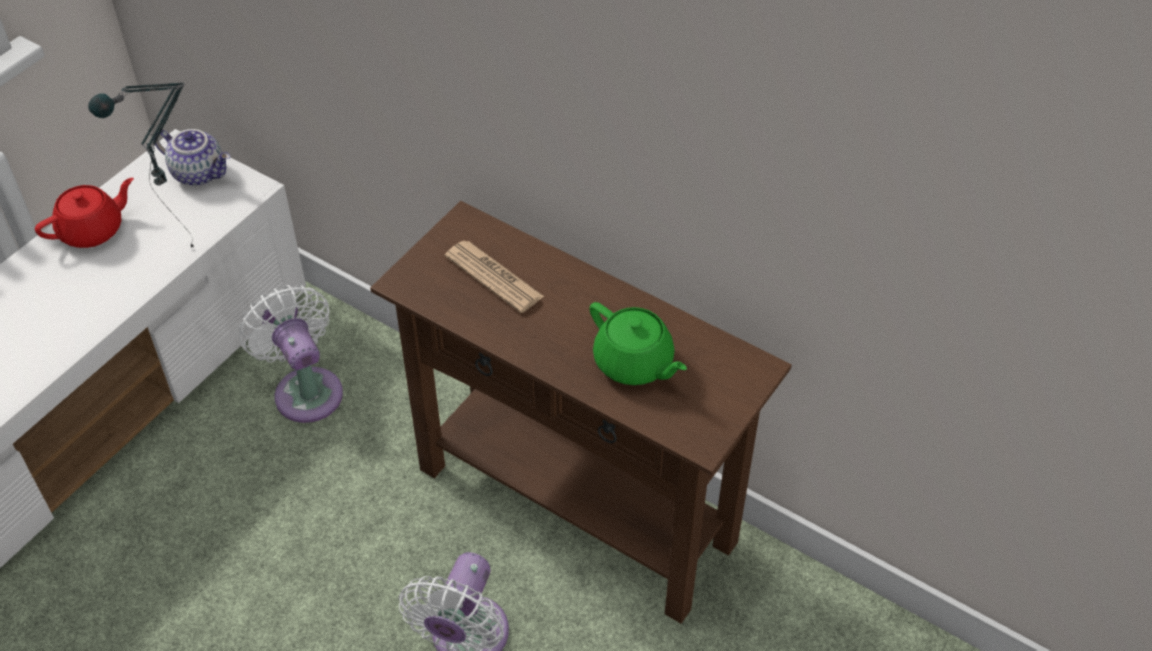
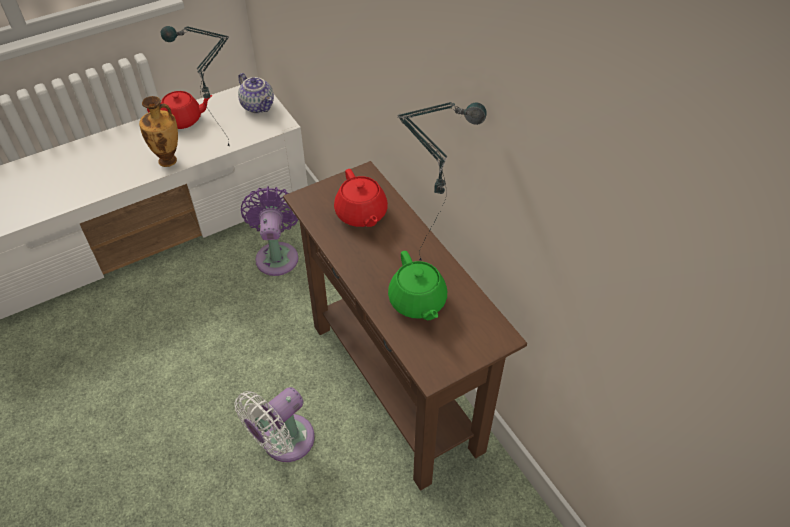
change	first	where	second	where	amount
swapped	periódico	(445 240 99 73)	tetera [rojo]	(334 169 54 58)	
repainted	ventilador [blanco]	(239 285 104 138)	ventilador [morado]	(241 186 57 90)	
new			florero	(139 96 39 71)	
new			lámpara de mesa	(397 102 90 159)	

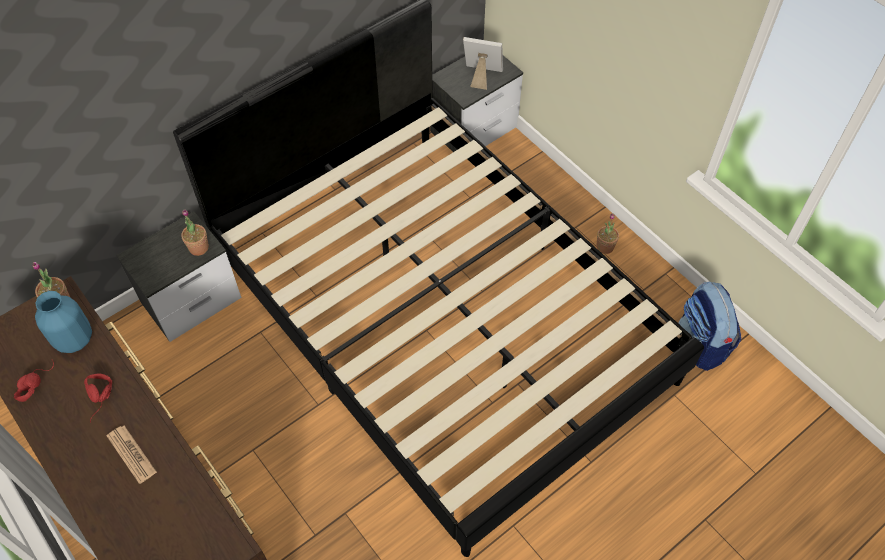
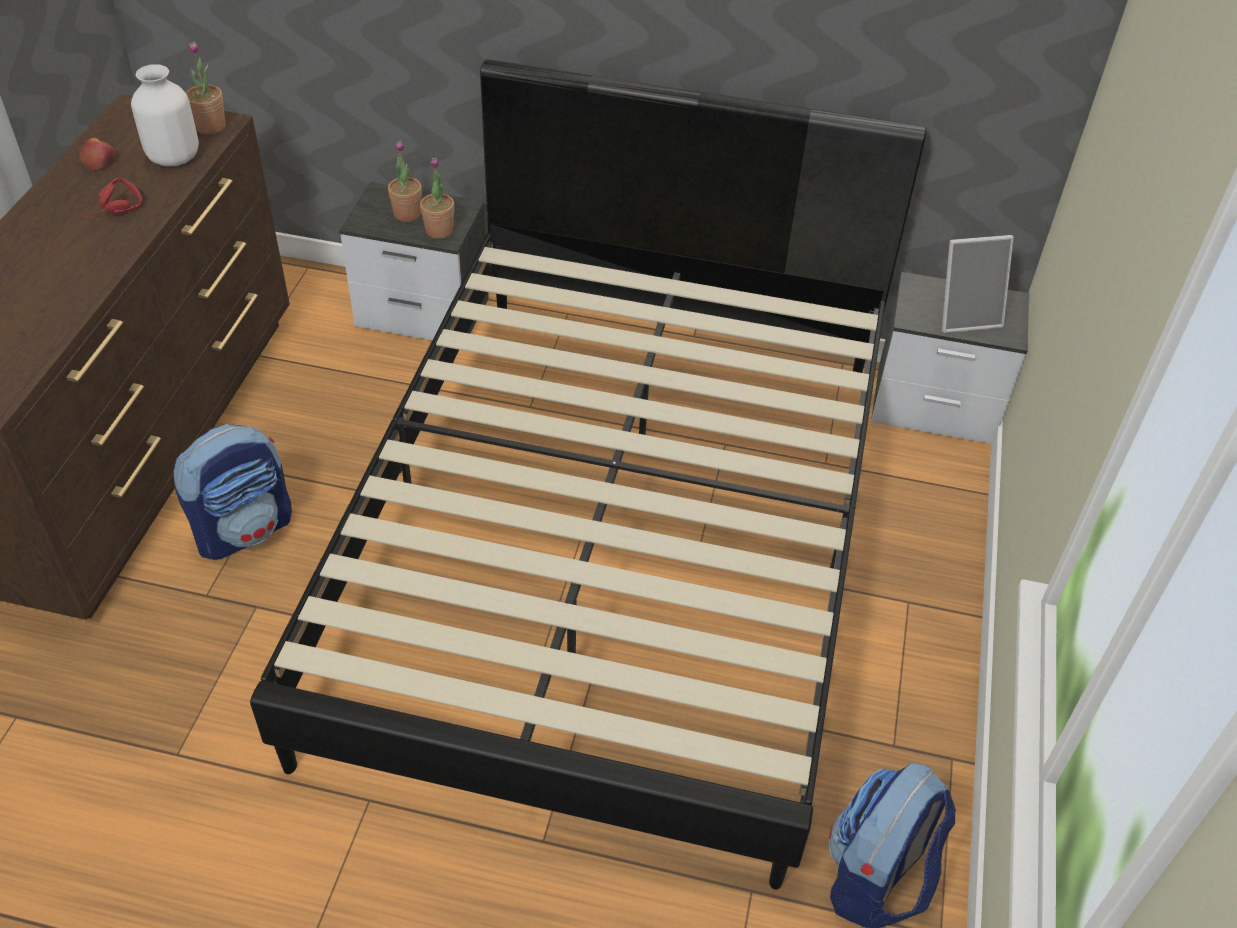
change	first	where	second	where	amount
rotated	portarretratos	(463 37 40 53)		(942 235 72 98)	105 degrees clockwise
shifted	planta en maceta	(596 213 23 41)		(388 141 34 81)	
repainted	florero [azul]	(35 291 57 62)	florero [blanco]	(131 64 68 102)	
swapped	auriculares [rojo]	(14 360 40 42)	manzana	(79 138 37 33)	
gone	periódico	(107 426 50 58)			
new			mochila	(173 424 119 136)	

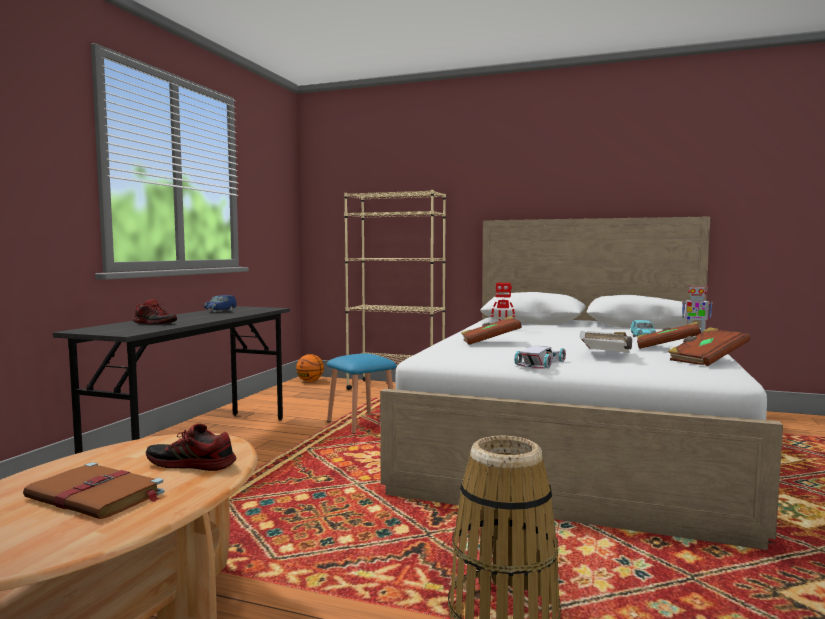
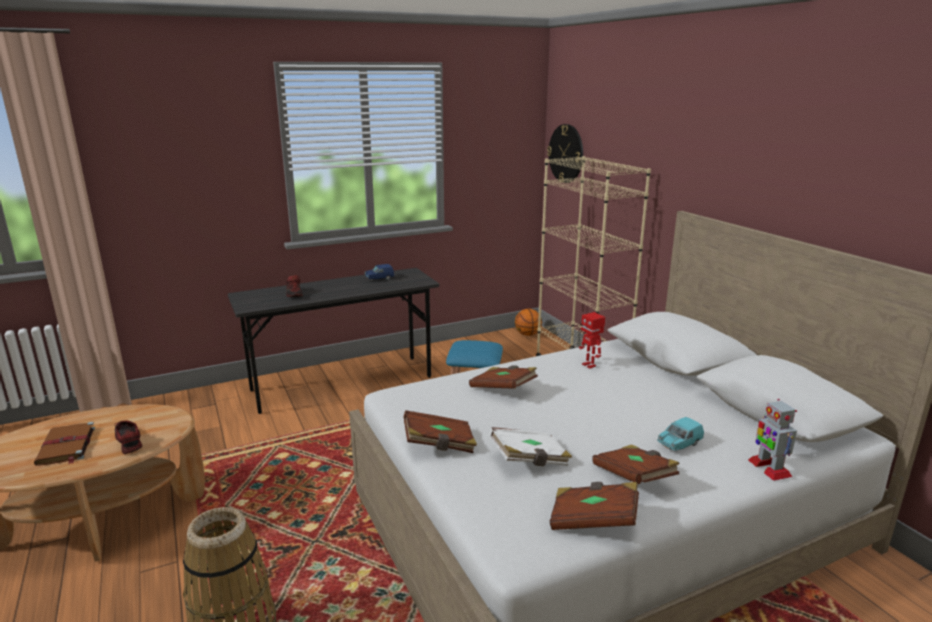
change	first	where	second	where	amount
swapped	coche de juguete [blanco]	(514 346 52 23)	libro [marrón]	(403 410 74 43)	
new			reloj de pared	(547 124 36 59)	

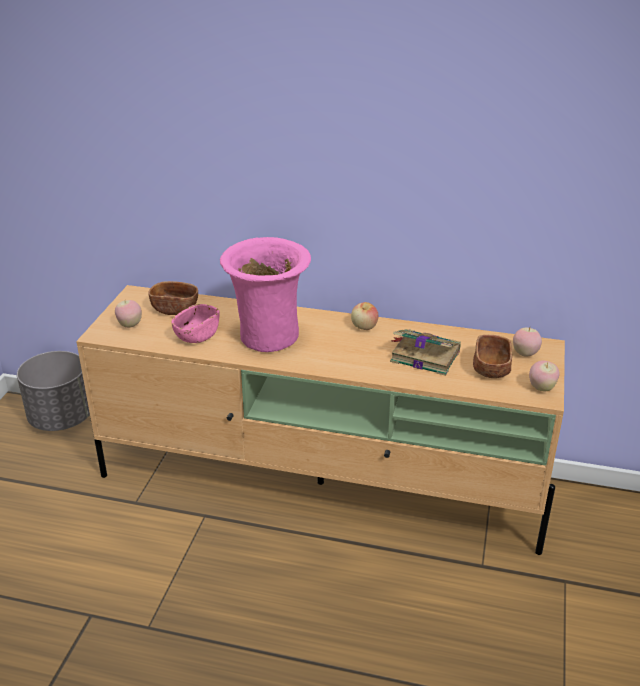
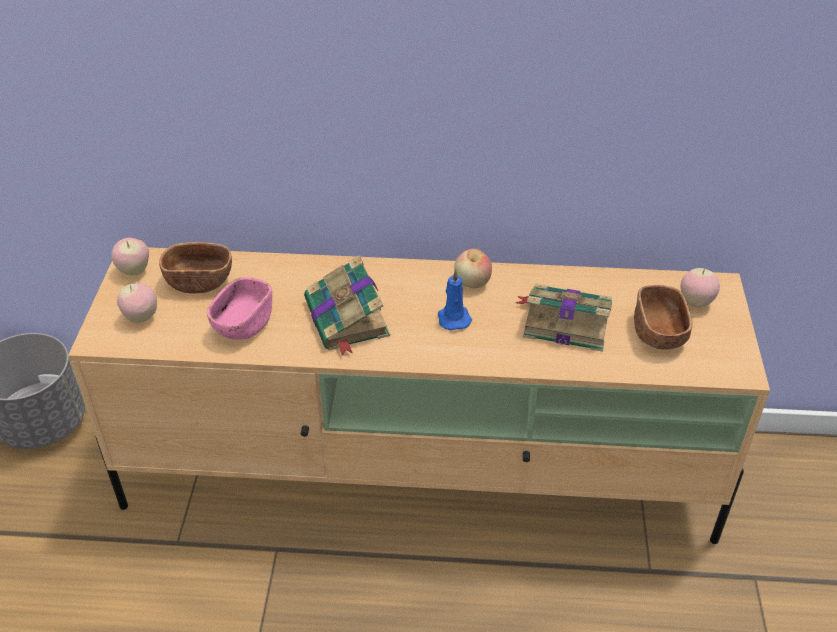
change	first	where	second	where	amount
swapped	florero [rosa]	(220 237 91 115)	libro	(304 255 86 101)	
shifted	manzana	(529 360 31 31)		(111 238 38 37)	
new			vela [azul]	(438 269 34 61)	

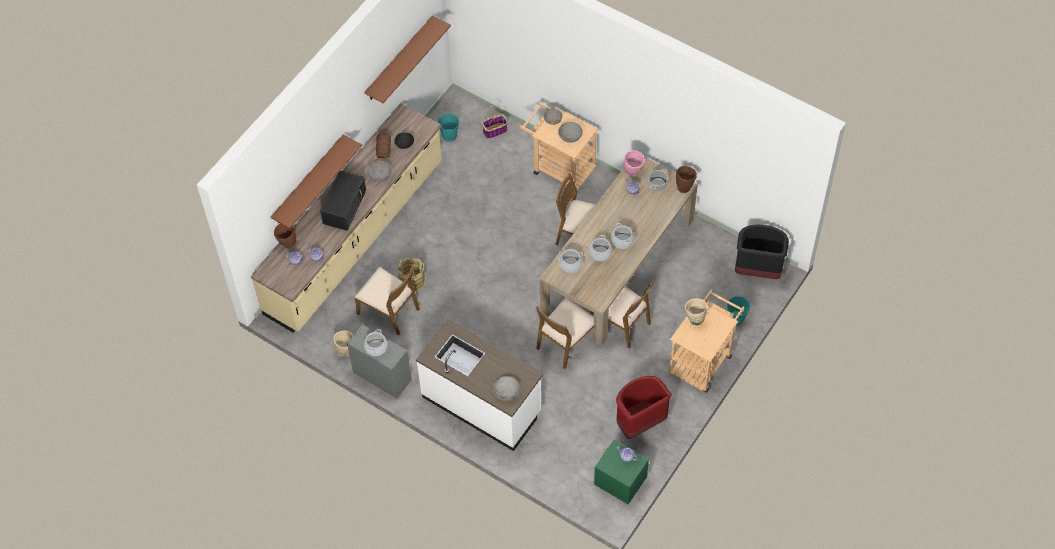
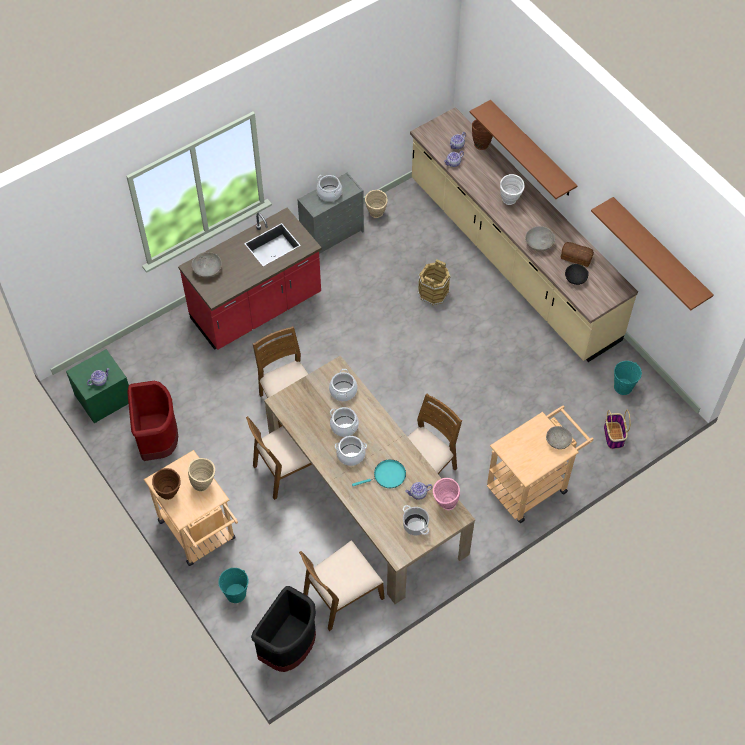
change	first	where	second	where	amount
gone	cuenco [gris]	(558 122 25 21)			
shifted	florero [marrón]	(676 166 21 27)		(152 468 29 32)	
swapped	microondas [negro]	(320 170 46 61)	florero [blanco]	(500 174 25 31)	
shifted	silla [marrón]	(355 266 65 70)		(299 540 86 91)	
repainted	mueble bajo de cocina [blanco]	(416 319 127 132)	mueble bajo de cocina [rojo]	(178 208 144 142)	
new			sartén [turquesa]	(352 459 54 29)	

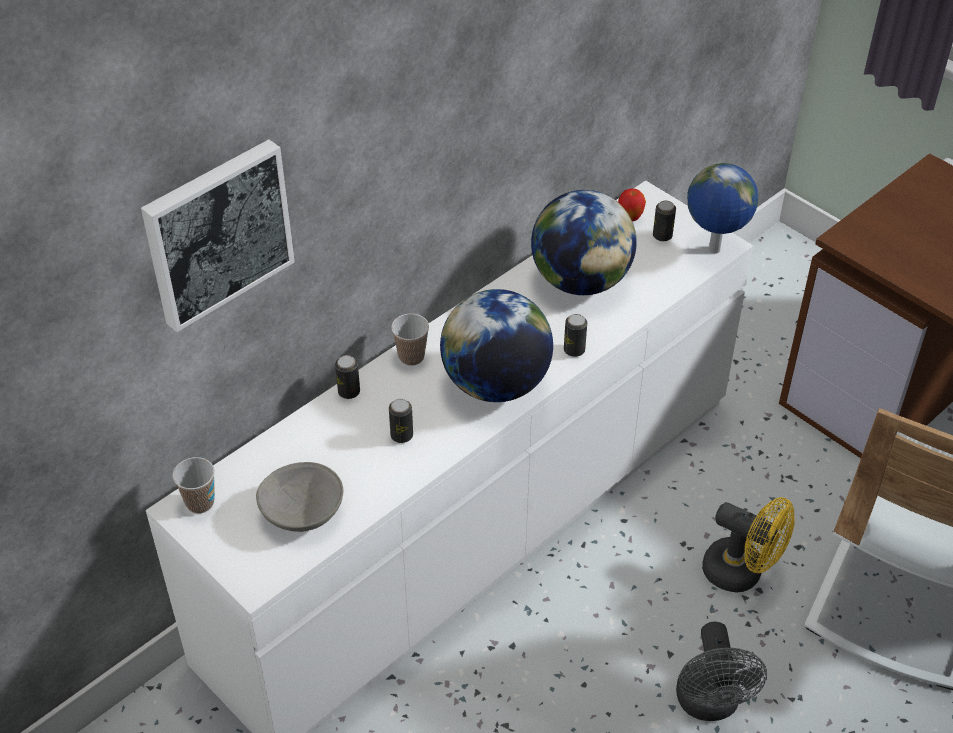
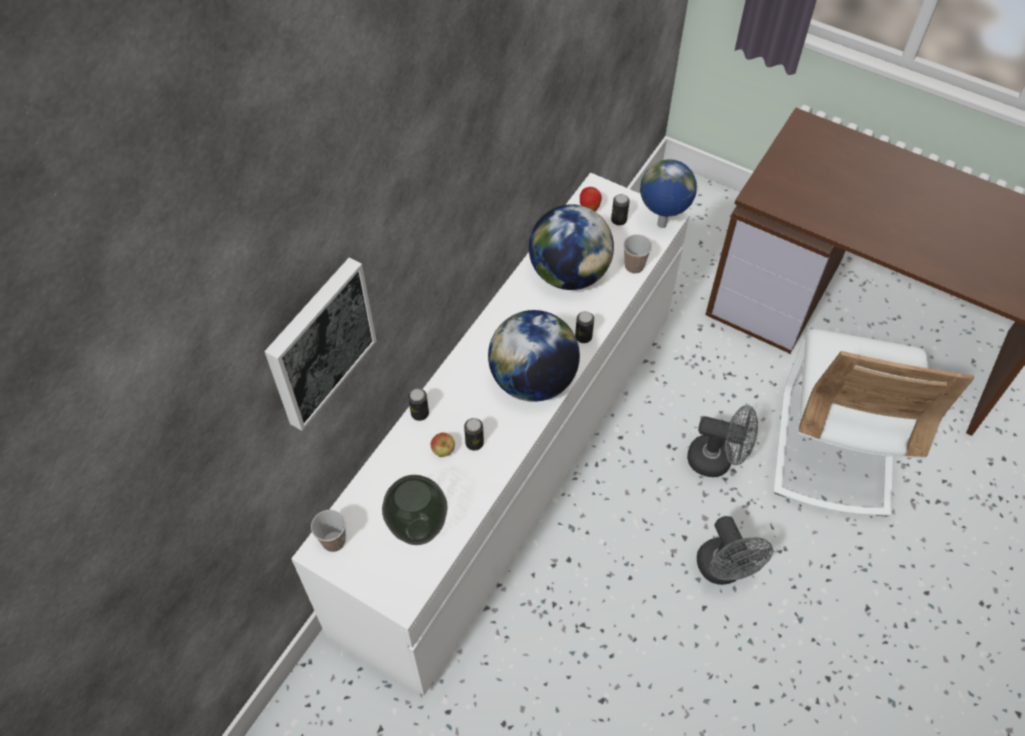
change	first	where	second	where	amount
shifted	taza	(391 314 38 52)		(623 234 29 40)	
swapped	cuenco [gris]	(256 462 87 70)	florero	(382 475 66 70)	
repainted	ventilador [amarillo]	(702 497 93 96)	ventilador [gris]	(687 405 71 72)	
new			manzana	(431 433 24 24)	

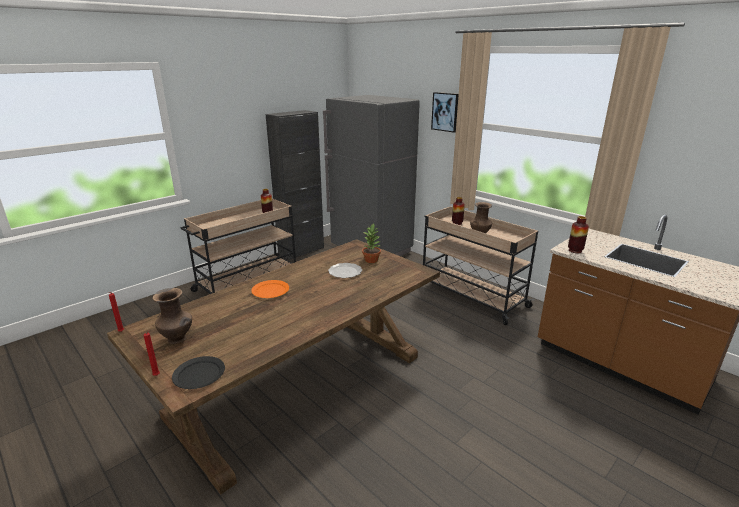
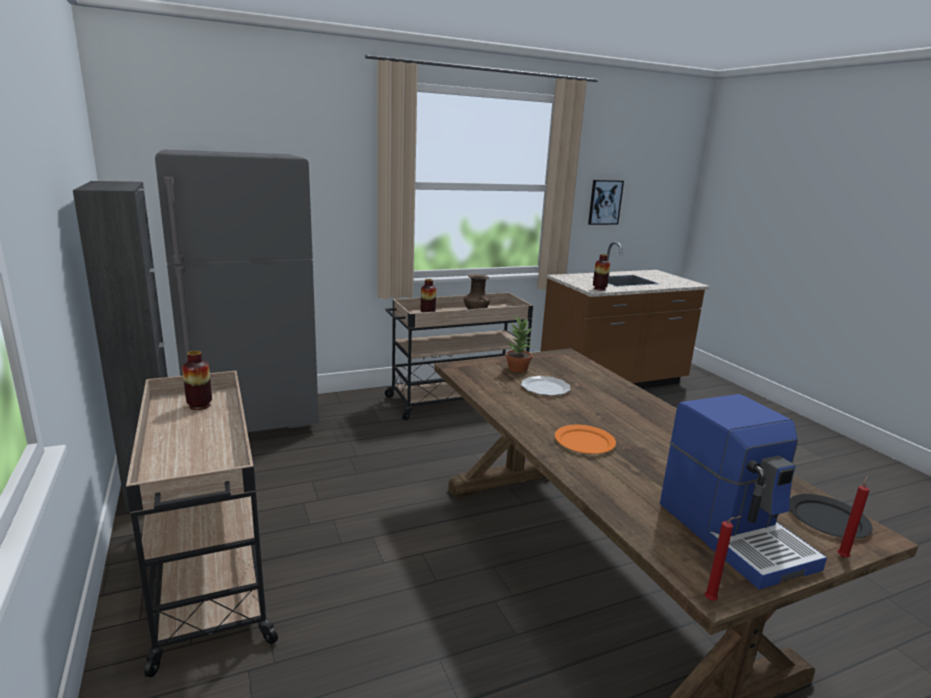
change	first	where	second	where	amount
shifted	cuadro	(431 92 28 41)		(588 180 36 45)	
swapped	florero [marrón]	(152 288 40 56)	cafetera	(660 394 167 196)	

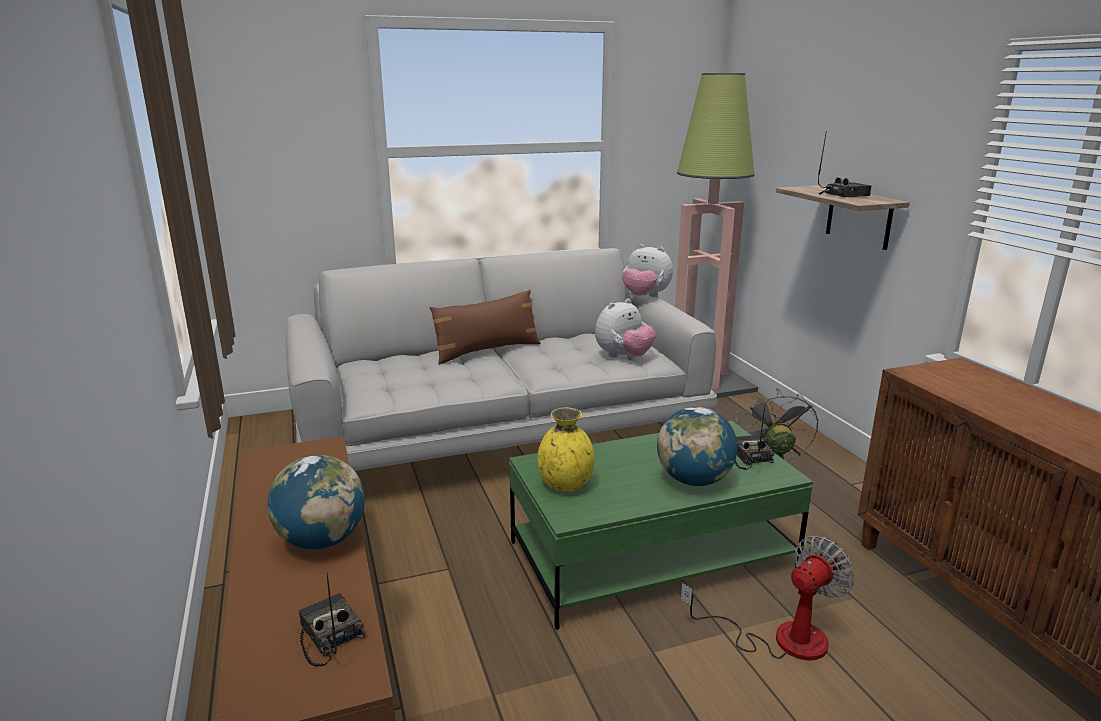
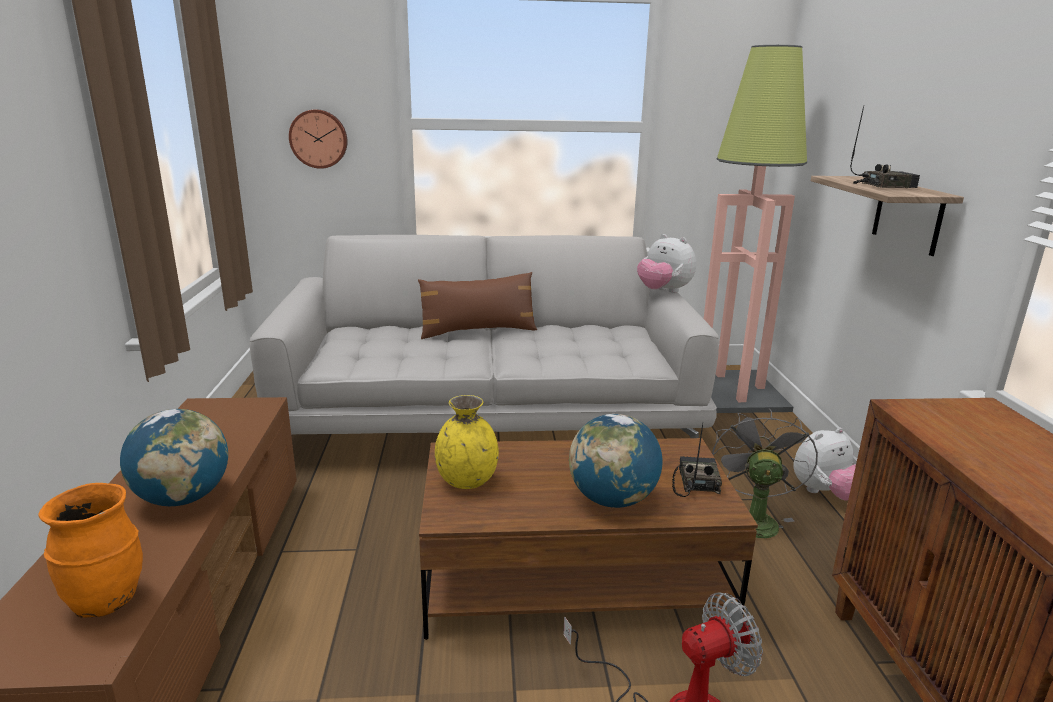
change	first	where	second	where	amount
shifted	peluche	(595 298 61 60)		(793 428 64 73)	
repainted	mesa de centro [verde]	(509 421 304 209)	mesa de centro [marrón]	(419 438 339 202)	
swapped	radio	(299 573 66 94)	florero [naranja]	(38 483 105 135)	
new			reloj de pared	(289 109 59 60)	

